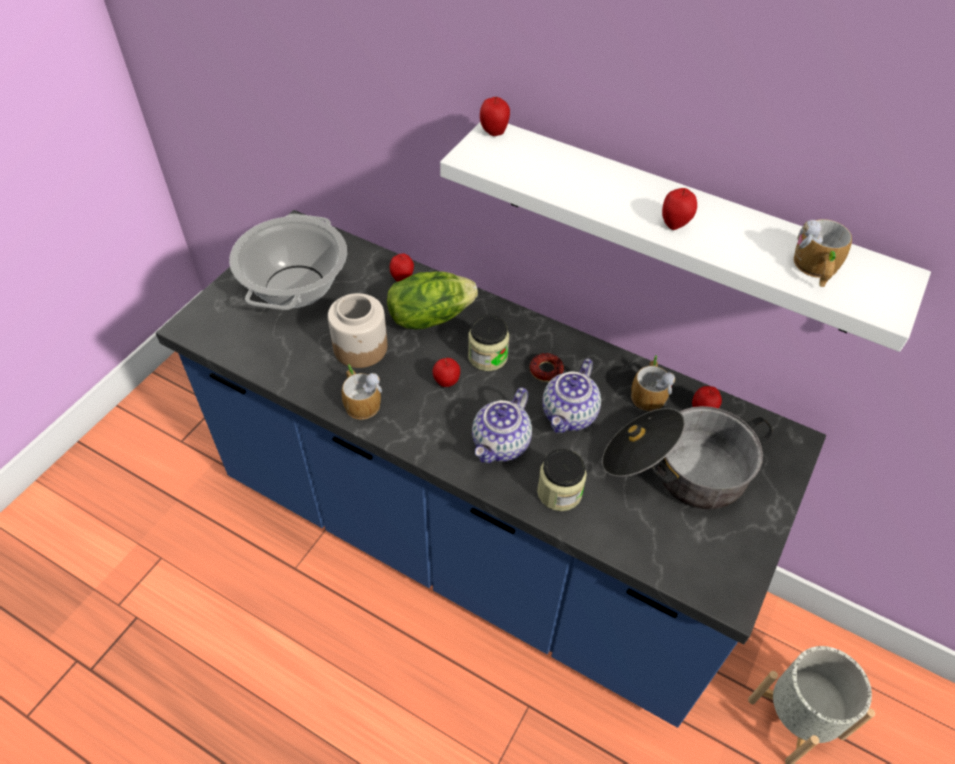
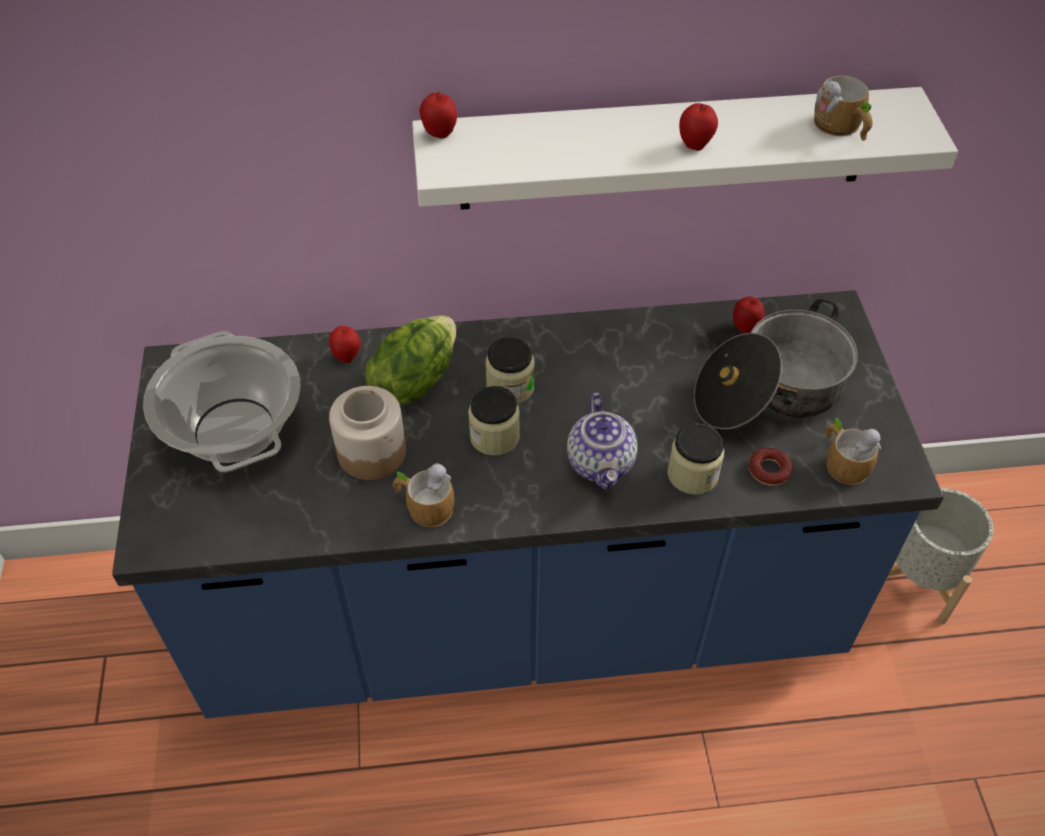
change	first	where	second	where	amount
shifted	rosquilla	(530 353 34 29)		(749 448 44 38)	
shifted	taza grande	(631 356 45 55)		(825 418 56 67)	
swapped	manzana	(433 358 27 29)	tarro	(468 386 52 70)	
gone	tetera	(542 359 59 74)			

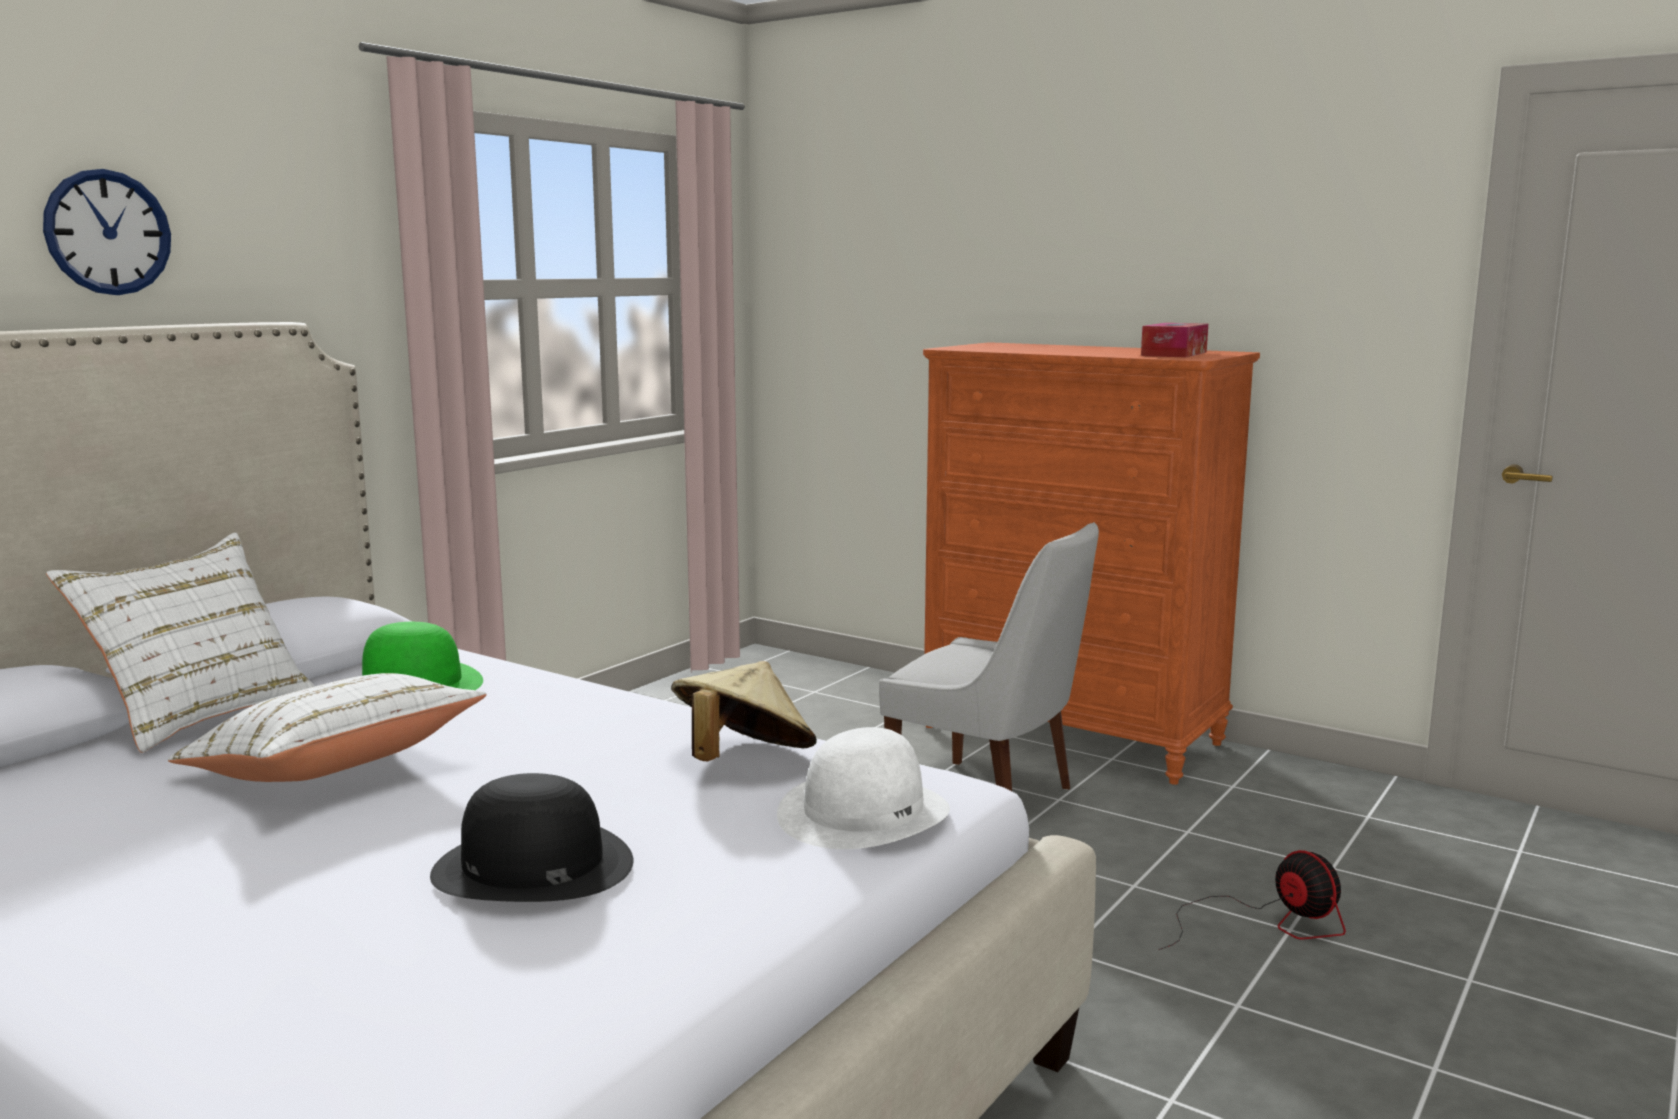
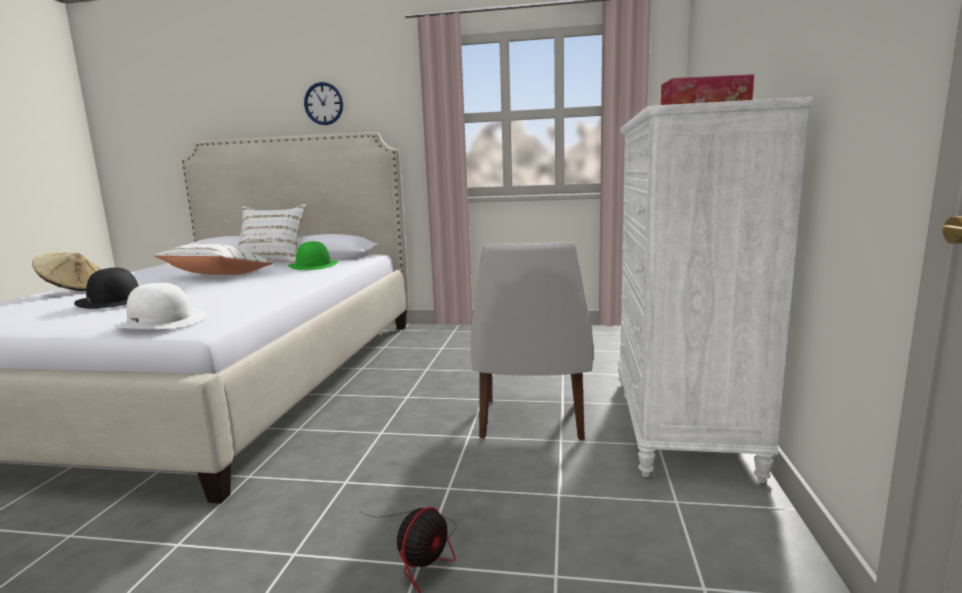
change	first	where	second	where	amount
repainted	cómoda [naranja]	(923 342 337 443)	cómoda [blanco]	(617 97 196 386)	
shifted	sombrero [beis]	(671 661 146 100)		(32 252 68 39)	

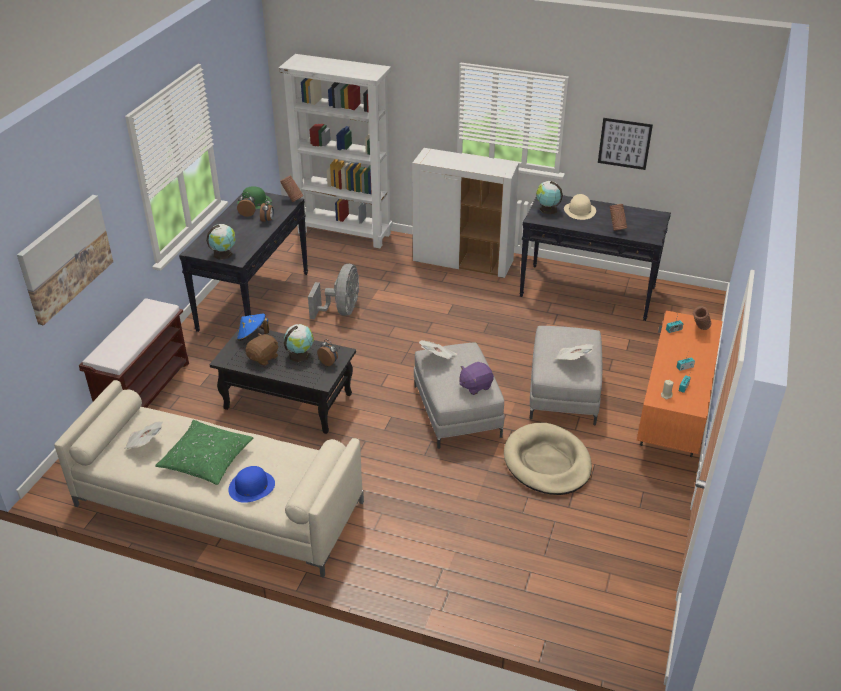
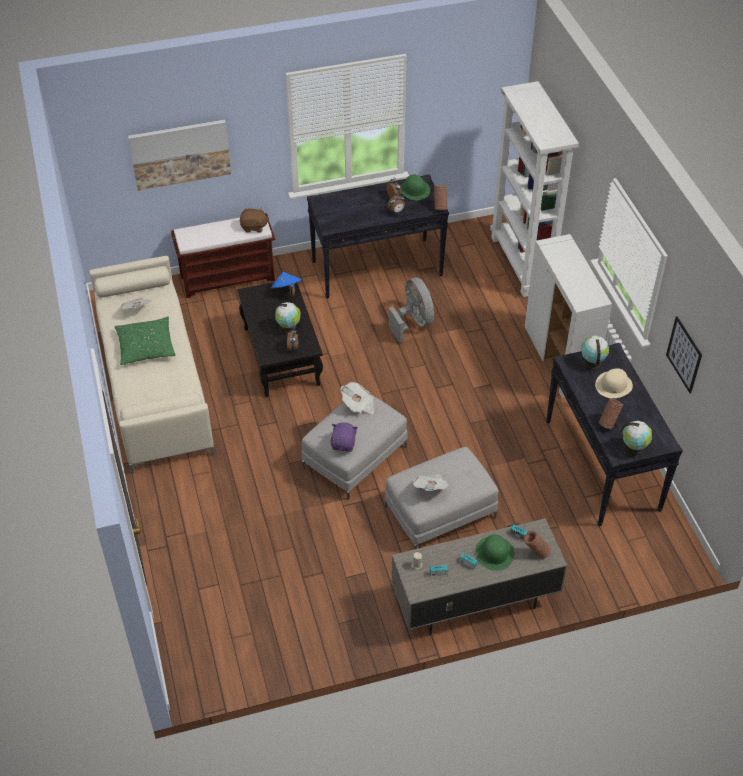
change	first	where	second	where	amount
shifted	globo terráqueo	(206 224 30 36)		(621 421 31 35)	
rotated	ventilador [gris]	(308 264 51 56)		(388 277 46 66)	90 degrees counterclockwise
repainted	mueble de televisión [naranja]	(637 310 86 147)	mueble de televisión [gris]	(391 518 177 118)	
shifted	peluche [marrón]	(245 333 33 33)		(239 207 30 26)	
rotated	peluche [morado]	(459 362 35 33)		(331 422 27 30)	75 degrees clockwise
gone	cama para perro [beis]	(504 423 88 72)			
gone	sombrero [azul]	(228 466 47 37)			
new			sombrero [verde]	(475 534 39 37)	

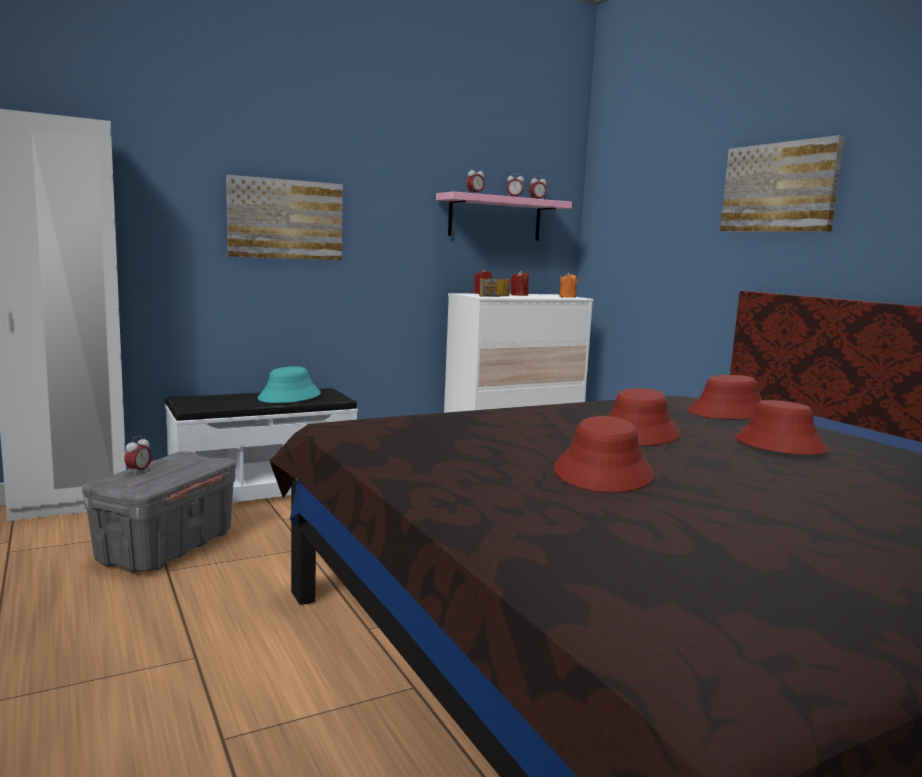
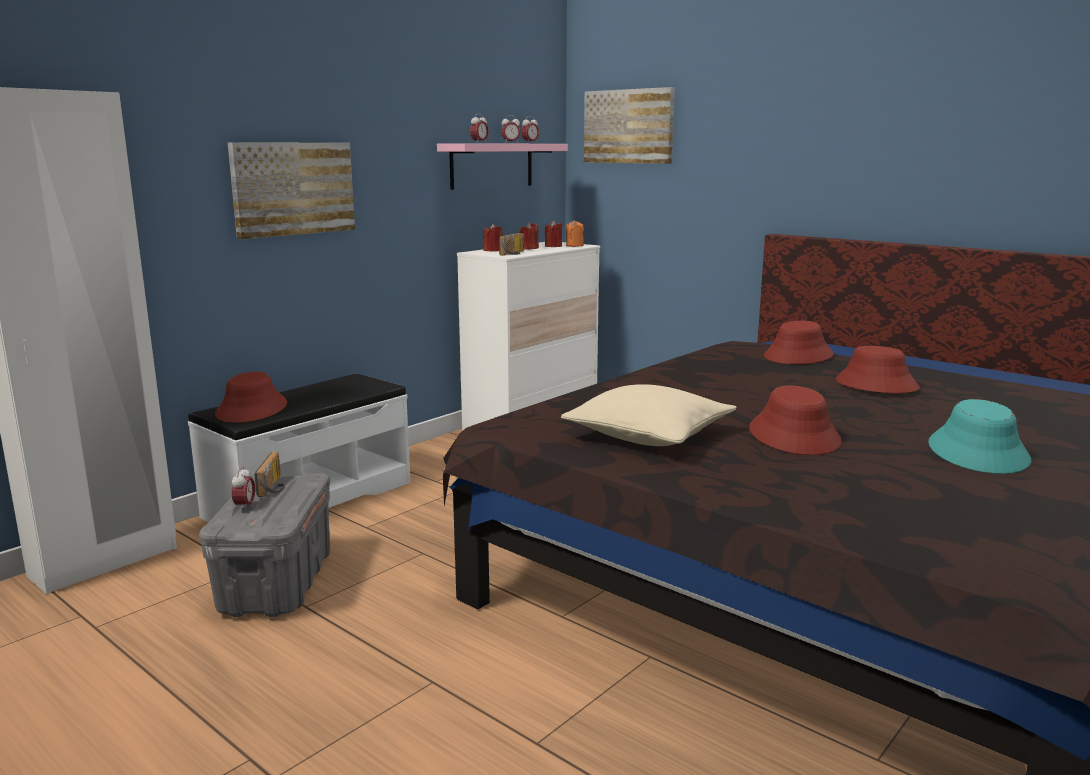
change	first	where	second	where	amount
shifted	cuadro	(720 135 125 97)		(584 87 91 77)	
shifted	sombrero [turquesa]	(257 366 64 37)		(928 399 104 75)	
shifted	sombrero [rojo]	(608 388 73 58)		(215 372 72 51)	
new			vela [rojo]	(545 220 17 27)	
new			cojín [beis]	(561 384 176 62)	
new			radio	(254 452 30 45)	

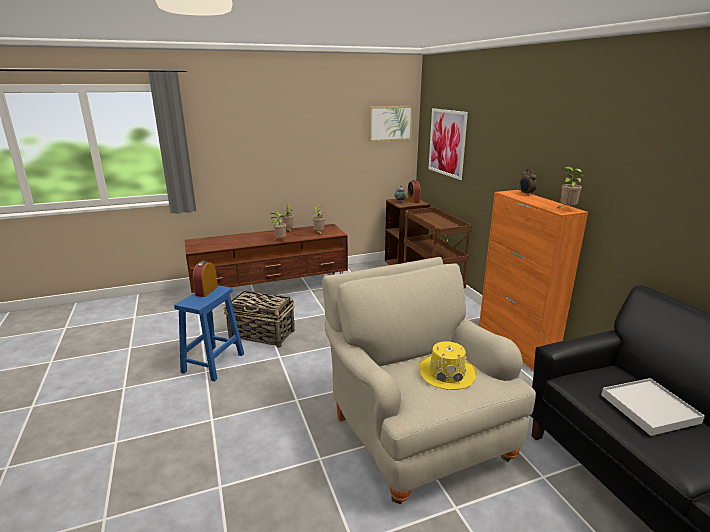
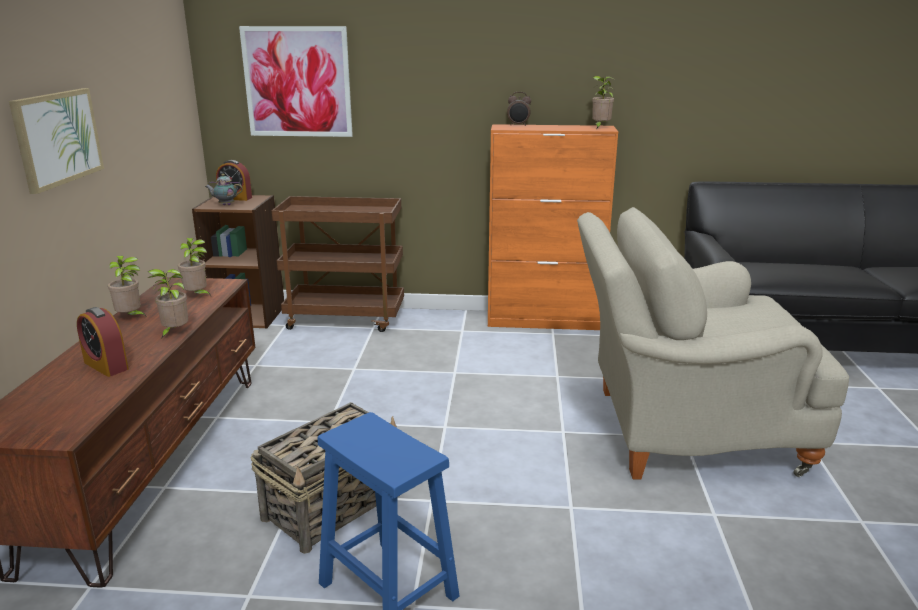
change	first	where	second	where	amount
shifted	cuadro	(369 106 44 36)		(9 88 95 106)	
shifted	despertador	(193 261 25 36)		(77 307 52 70)	
gone	sombrero [amarillo]	(419 341 57 49)			
gone	bandeja [blanco]	(601 378 104 58)			

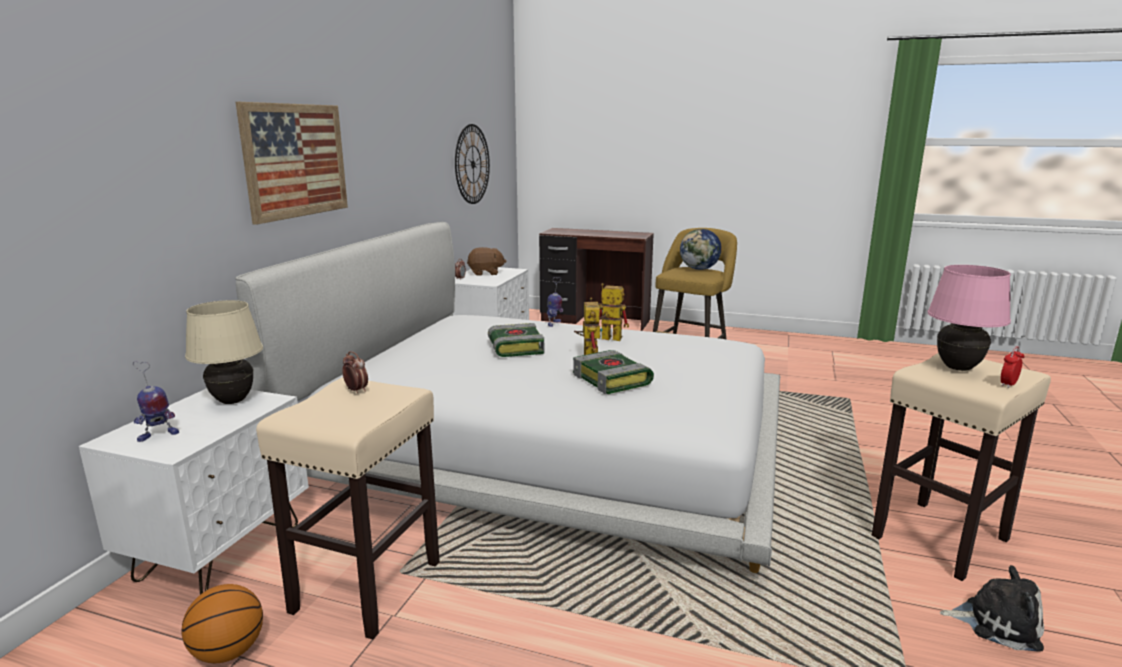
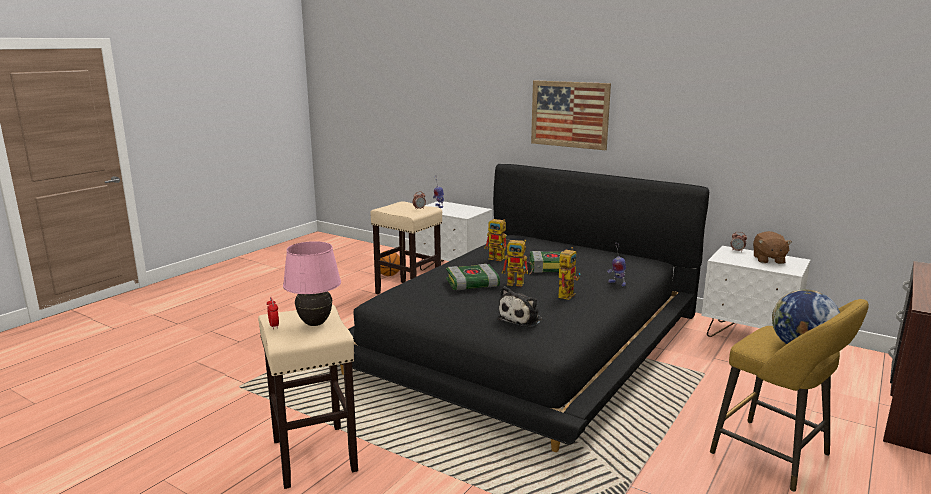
change	first	where	second	where	amount
gone	reloj de pared	(455 124 35 80)			
repainted	cama [blanco]	(236 222 544 351)	cama [negro]	(340 164 369 288)	
gone	lámpara de mesa [beis]	(185 300 78 104)			
shifted	peluche	(940 565 104 87)		(497 286 45 41)	
new			robot de juguete	(484 219 26 42)	

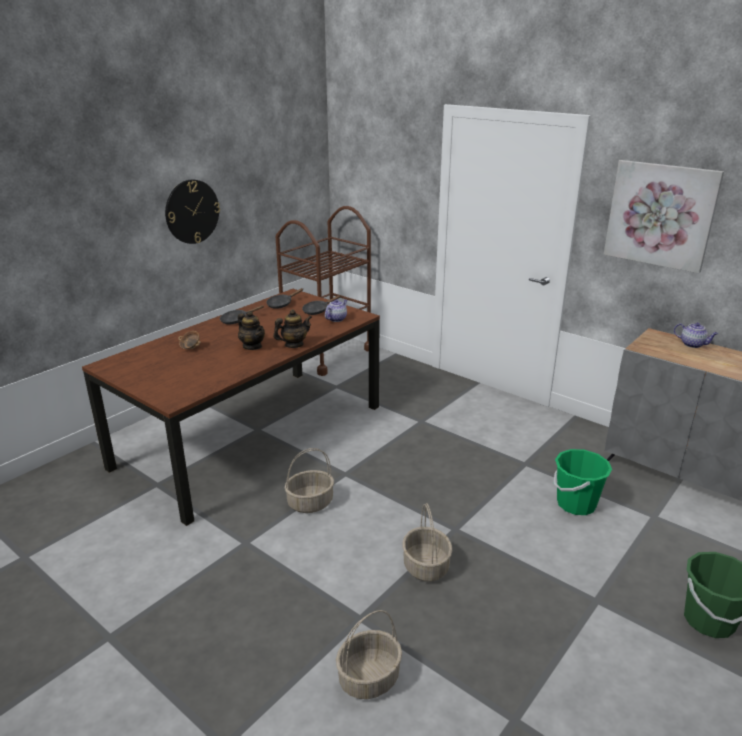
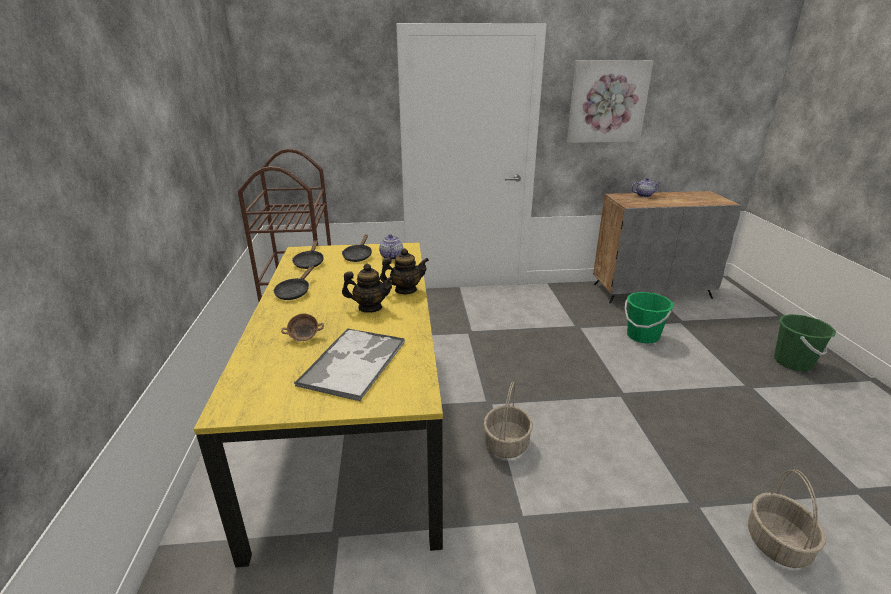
change	first	where	second	where	amount
gone	reloj de pared	(165 180 55 64)			
repainted	mesa de comedor [marrón]	(82 289 298 237)	mesa de comedor [amarillo]	(194 242 249 326)	
rotated	tetera	(273 309 39 39)		(380 248 49 46)	60 degrees clockwise
gone	cesta	(402 503 50 79)			
new			bandeja	(294 328 111 74)	

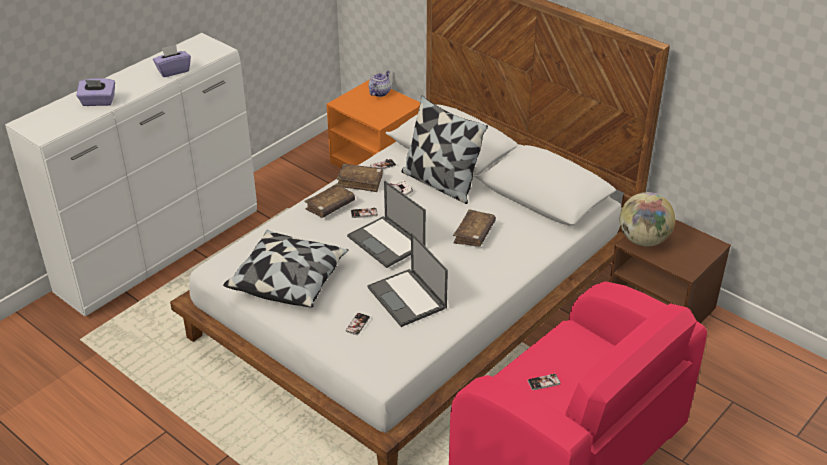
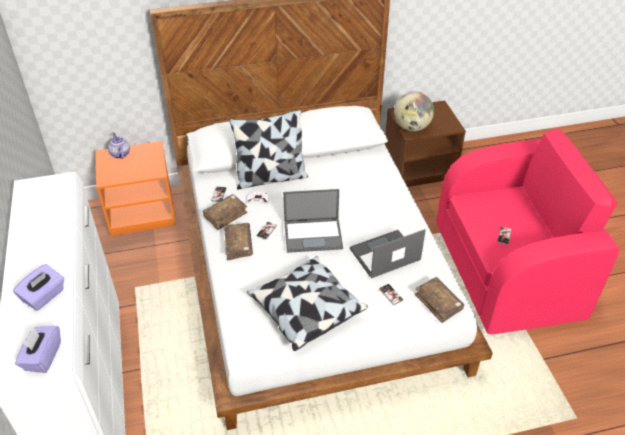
change	first	where	second	where	amount
shifted	caja de pañuelos [morado]	(153 45 38 32)		(15 326 46 47)	
shifted	libro [marrón]	(453 209 43 38)		(415 277 49 46)	
rotated	portátil	(367 233 81 94)		(350 229 76 49)	150 degrees clockwise

